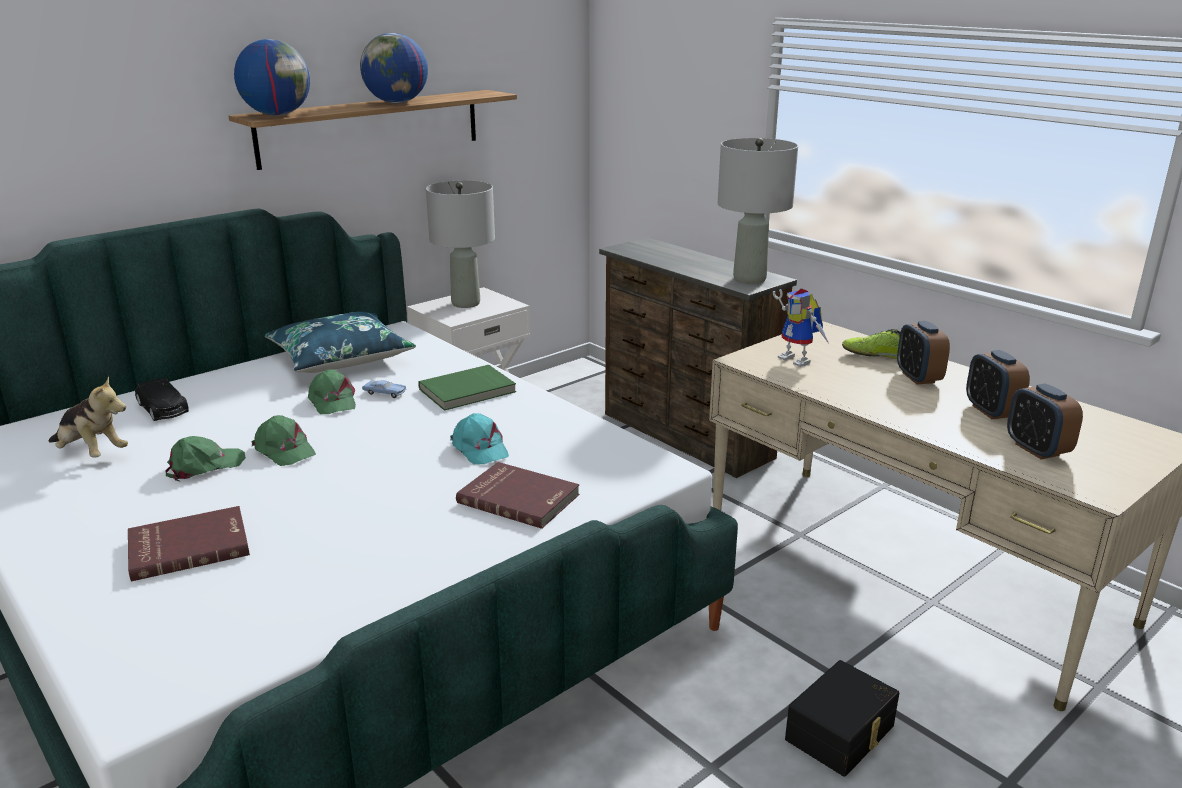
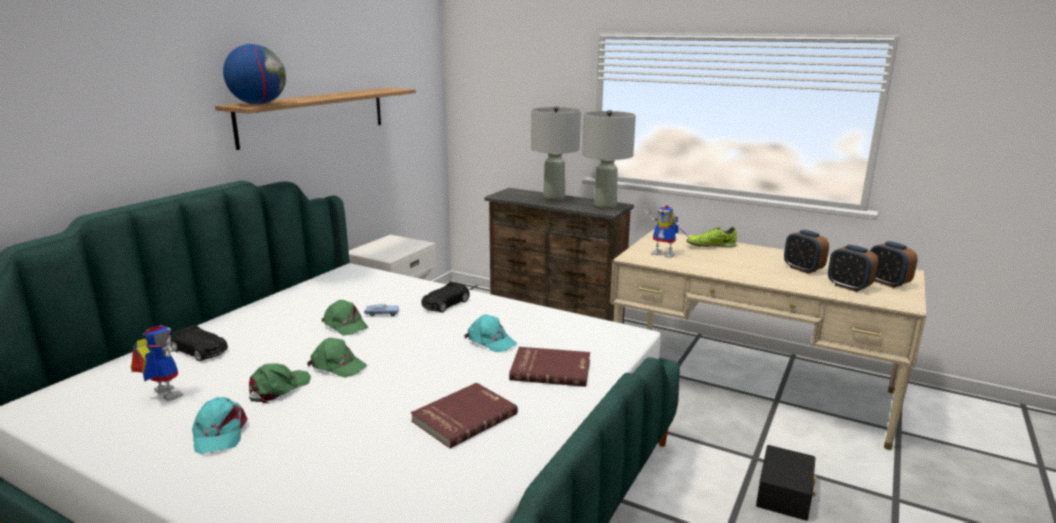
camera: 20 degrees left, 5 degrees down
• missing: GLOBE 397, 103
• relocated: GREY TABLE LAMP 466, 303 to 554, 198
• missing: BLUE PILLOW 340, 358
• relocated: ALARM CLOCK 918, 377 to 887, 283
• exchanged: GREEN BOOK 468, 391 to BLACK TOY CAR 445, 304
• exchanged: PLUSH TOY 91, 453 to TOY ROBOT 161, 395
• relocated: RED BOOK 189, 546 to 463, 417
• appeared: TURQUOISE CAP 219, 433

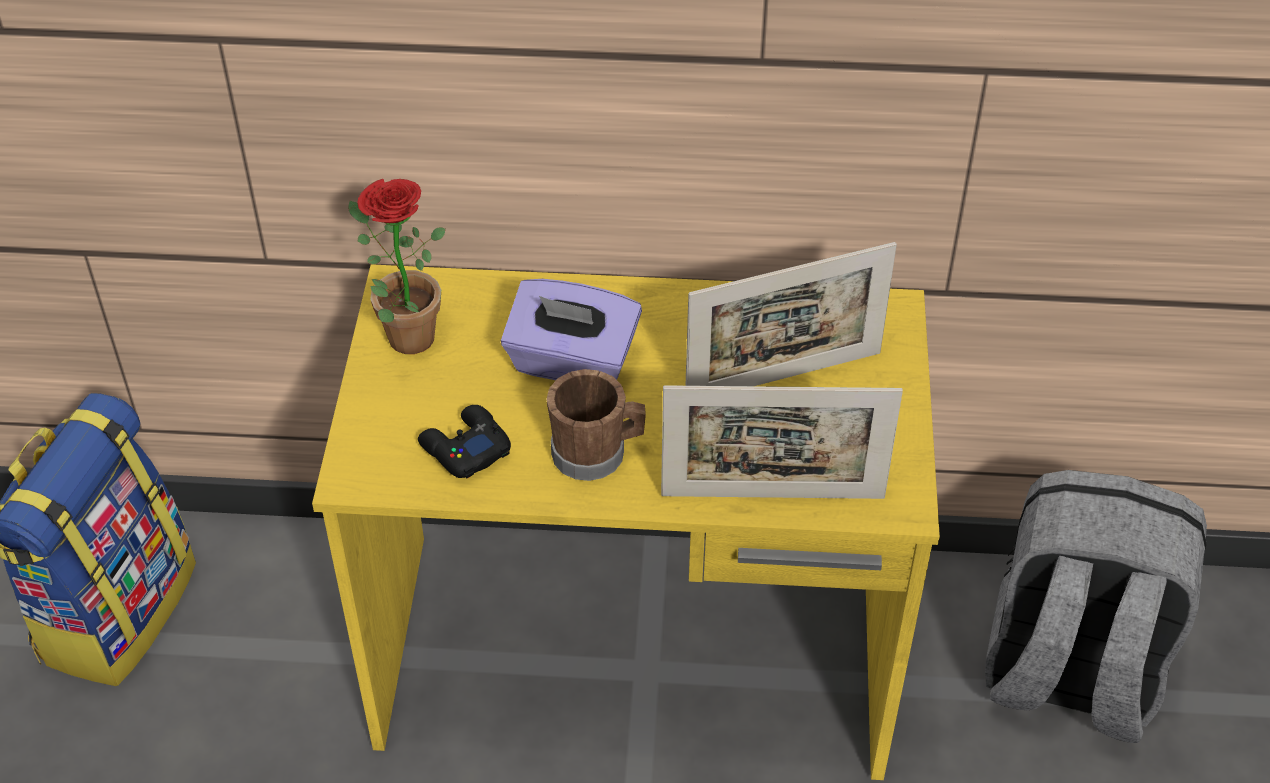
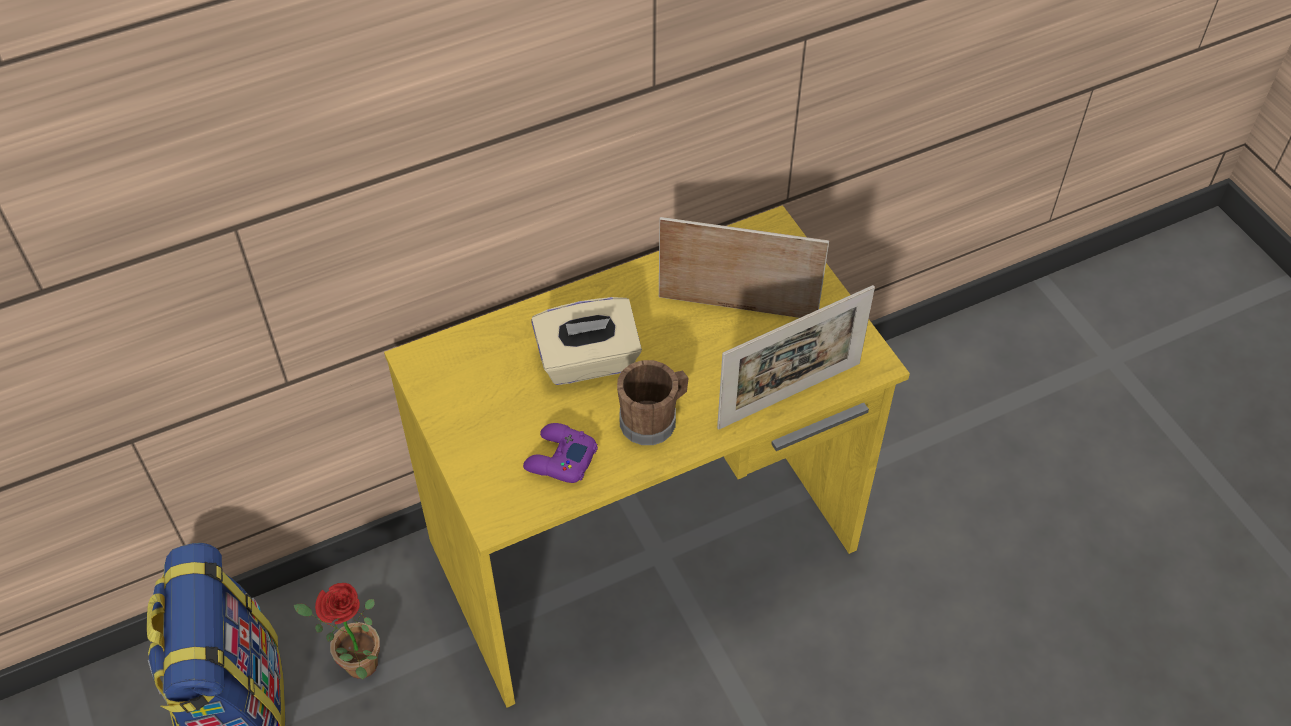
camera: 30 degrees left, 5 degrees up
• relocated: POTTED PLANT 402, 334 to 354, 663
• spun: PICTURE FRAME 783, 377 = 737, 307 120 degrees counterclockwise
• colour: PURPLE TISSUE BOX 572, 363 to BEIGE TISSUE BOX 588, 362
• colour: BLACK GAME CONTROLLER 464, 448 to PURPLE GAME CONTROLLER 559, 459
• missing: GREY BACKPACK 1068, 674

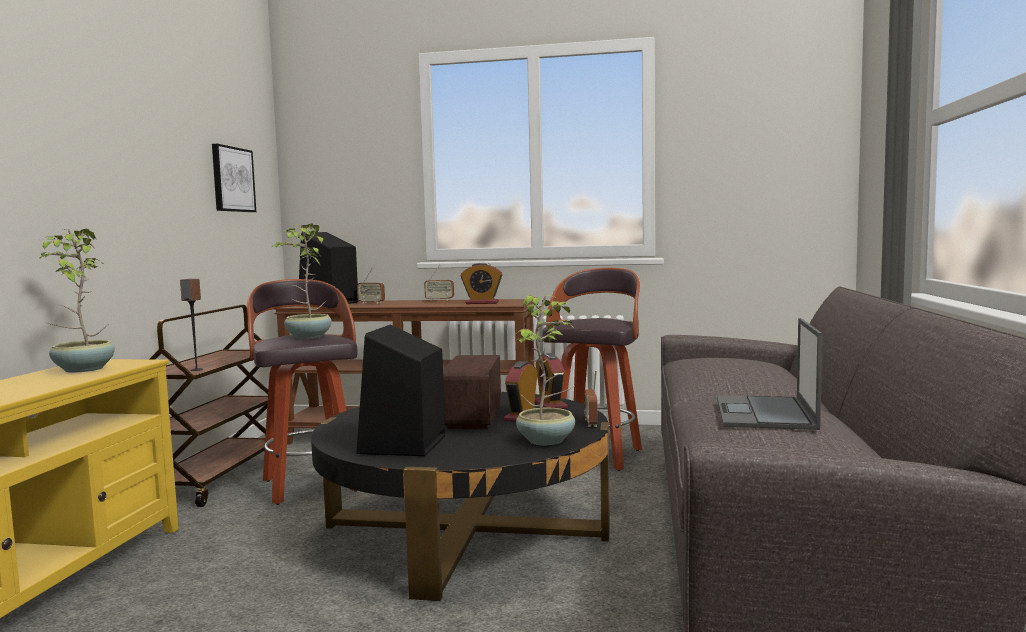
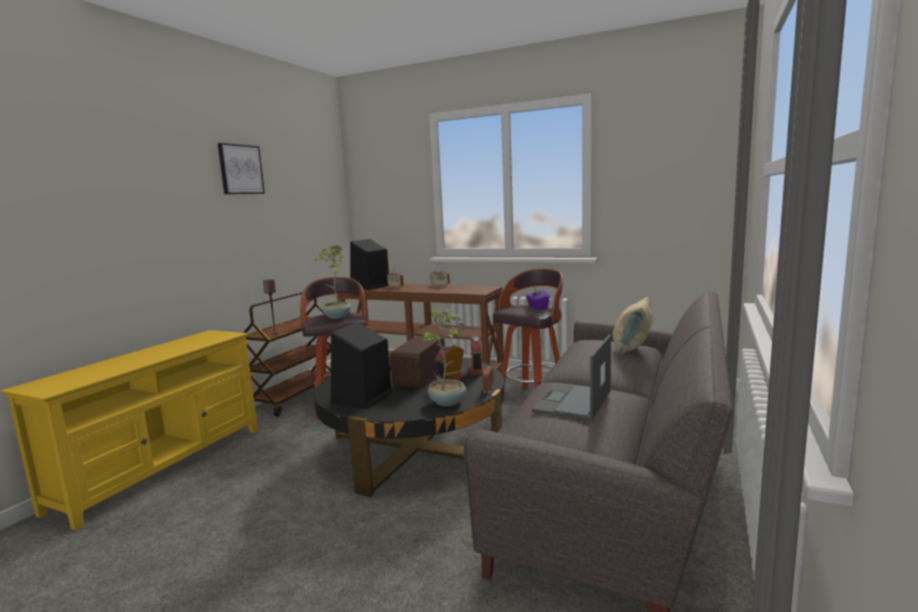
camera: 15 degrees right, 5 degrees up
• relocated: PICTURE 232, 179 to 240, 169
• missing: POTTED PLANT 82, 370
• missing: ALARM CLOCK 482, 303
• appeared: PURPLE TISSUE BOX 537, 307
• appeared: BEIGE PILLOW 632, 349

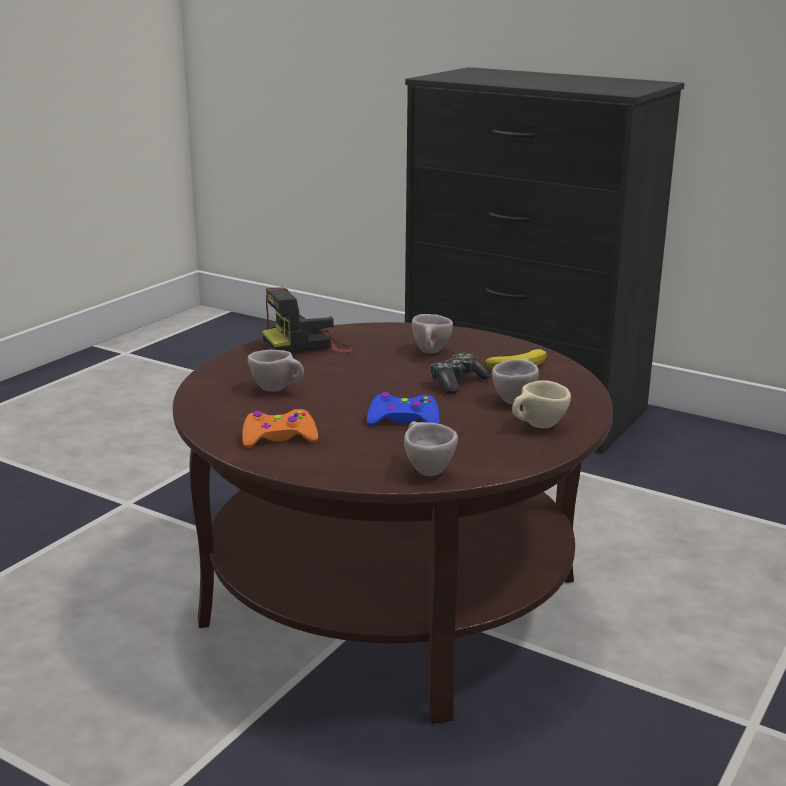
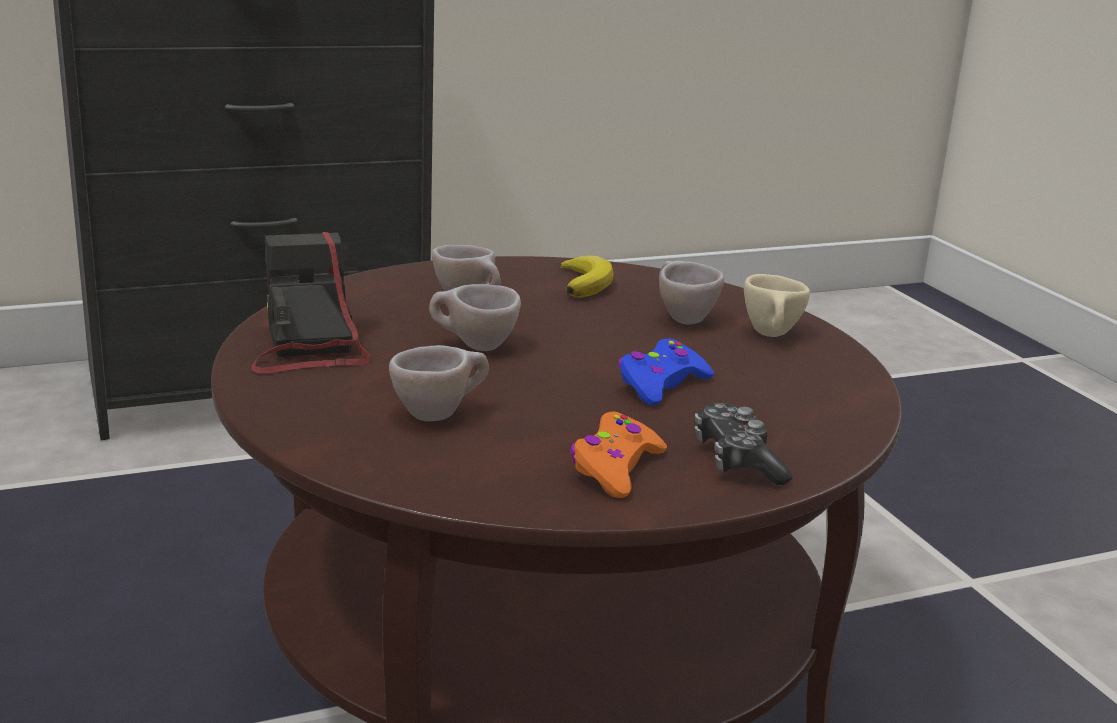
camera: 55 degrees left, 0 degrees up
• spun: PHOTO CAMERA 308, 345 = 308, 346 150 degrees clockwise
• relocated: GAME CONTROLLER 457, 382 to 737, 461
• relocated: BEIGE CUP 424, 469 to 473, 346

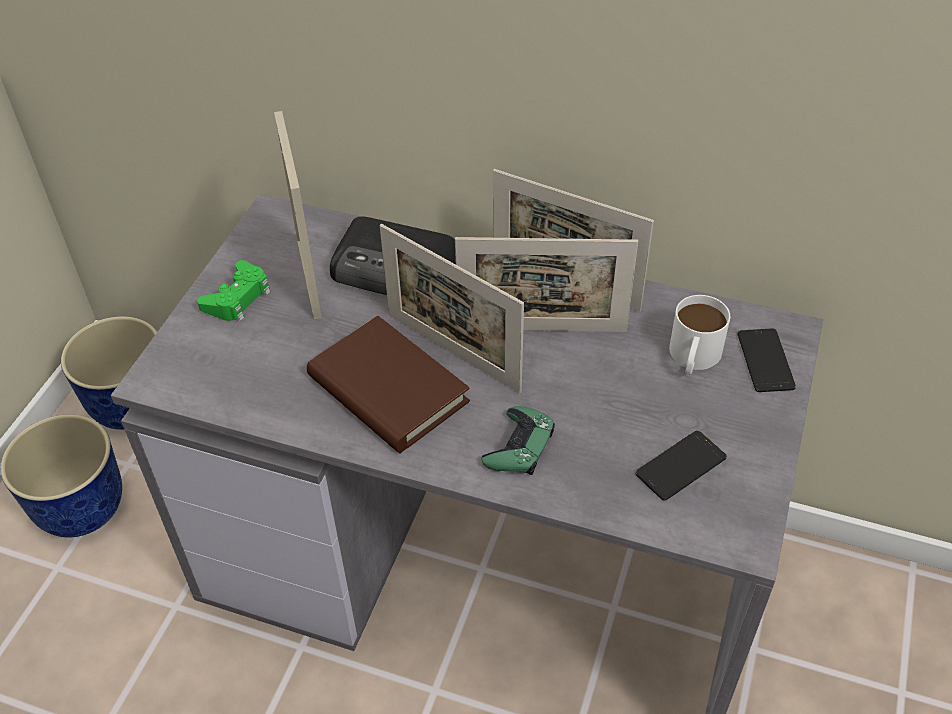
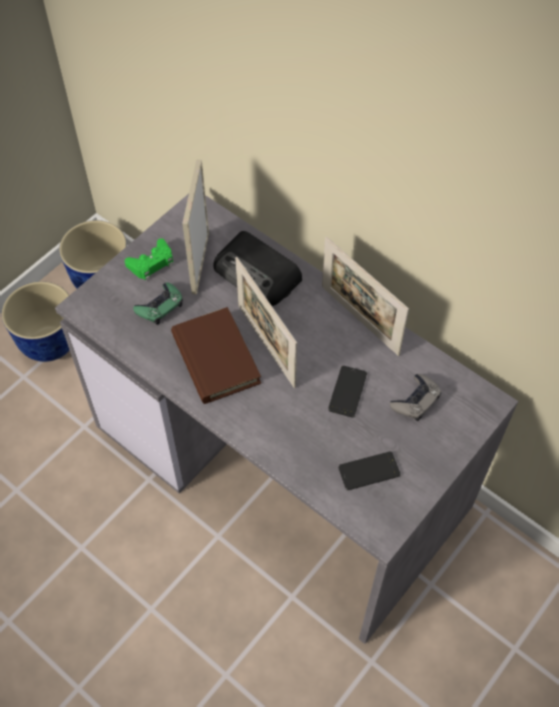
camera: 20 degrees right, 10 degrees up
• missing: PICTURE FRAME 542, 329
• exchanged: WHITE MUG 693, 358 to GREY GAME CONTROLLER 415, 400
• relocated: PHONE 765, 361 to 347, 391
• relocated: GREEN GAME CONTROLLER 519, 447 to 160, 306

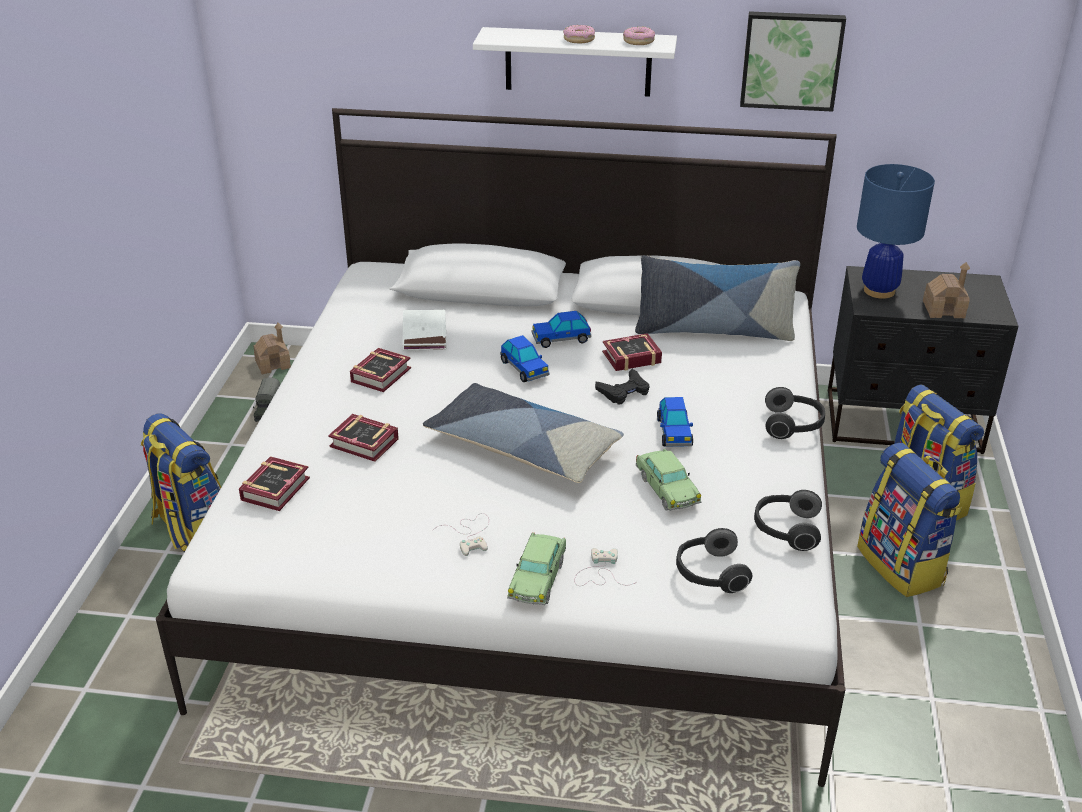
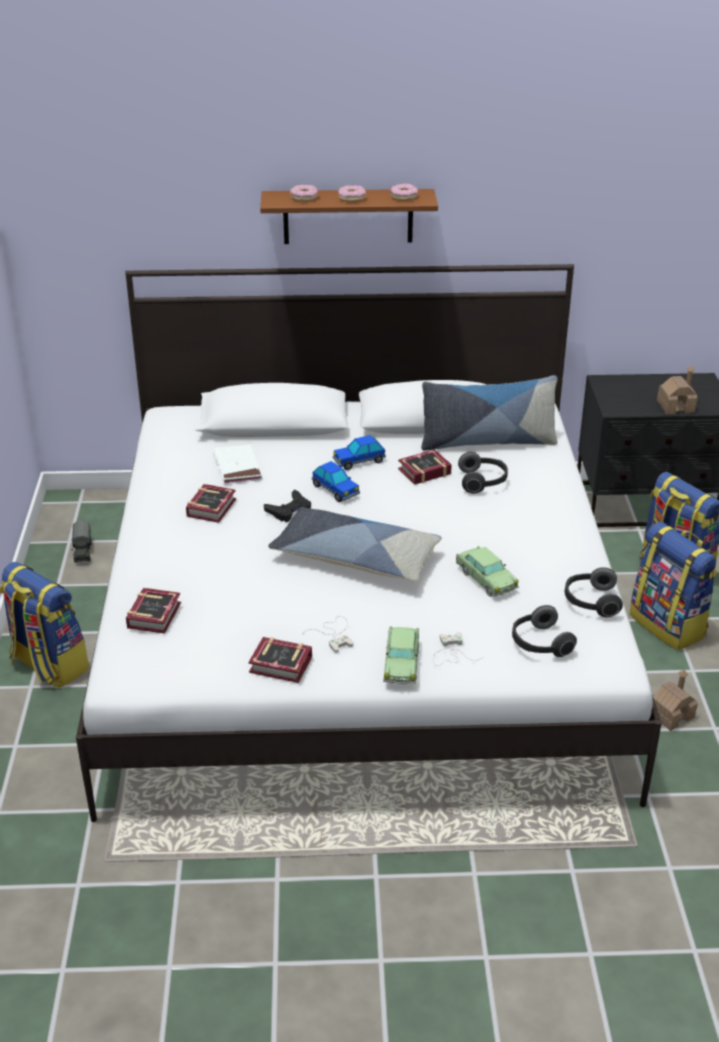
camera: 10 degrees left, 0 degrees up
• missing: PICTURE 791, 60
• colour: WHITE SHELF 578, 62 to BROWN SHELF 348, 216
• missing: BLUE TABLE LAMP 879, 291
• relocated: TOY HOUSE 273, 364 to 670, 714
• relocated: BLACK GAME CONTROLLER 624, 391 to 289, 510
• relocated: HEADPHONES 793, 425 to 483, 482
• missing: TOY CAR 674, 432
• relocated: BOOK 365, 444 to 282, 666
• appeared: DONUT 304, 197

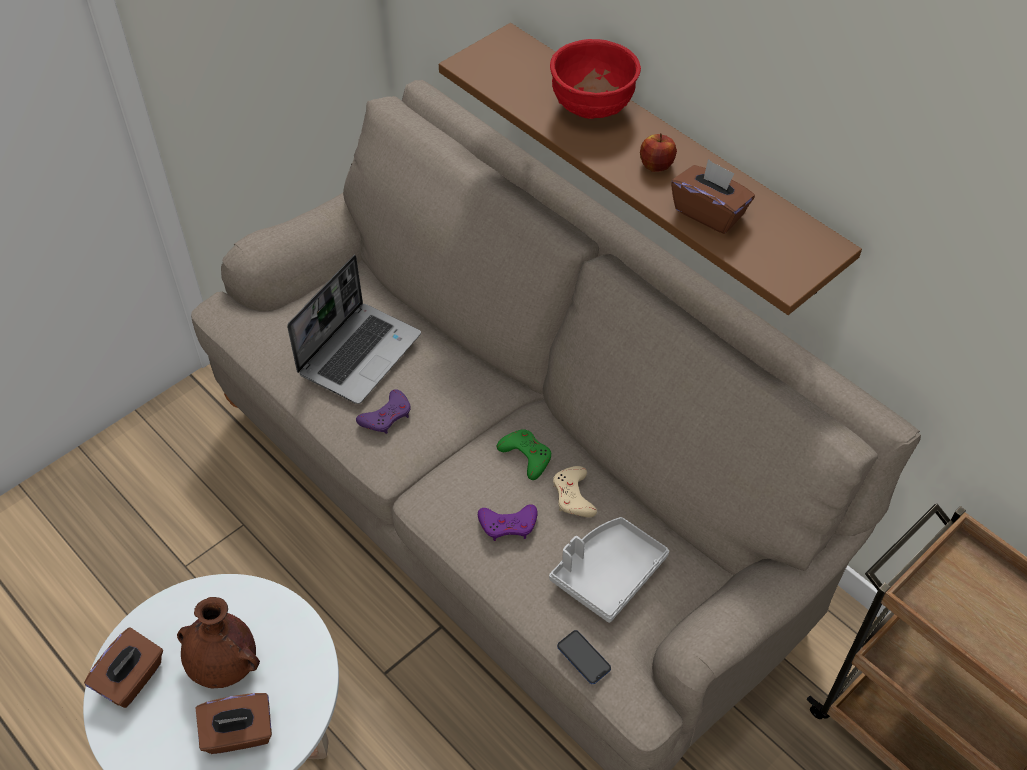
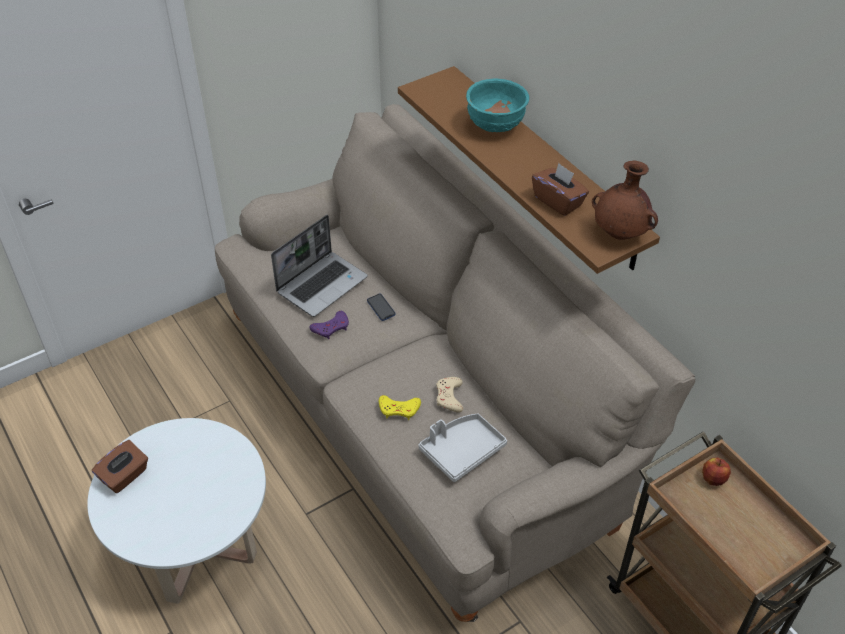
camera: 10 degrees right, 5 degrees down
• colour: RED BOWL 593, 108 to TURQUOISE BOWL 496, 126
• relocated: APPLE 655, 166 to 713, 479
• missing: GREEN GAME CONTROLLER 526, 456
• colour: PURPLE GAME CONTROLLER 508, 525 to YELLOW GAME CONTROLLER 399, 409
• relocated: BROWN VASE 226, 666 to 620, 234
• relocated: PHONE 583, 658 to 381, 308
• missing: BROWN TISSUE BOX 239, 734

